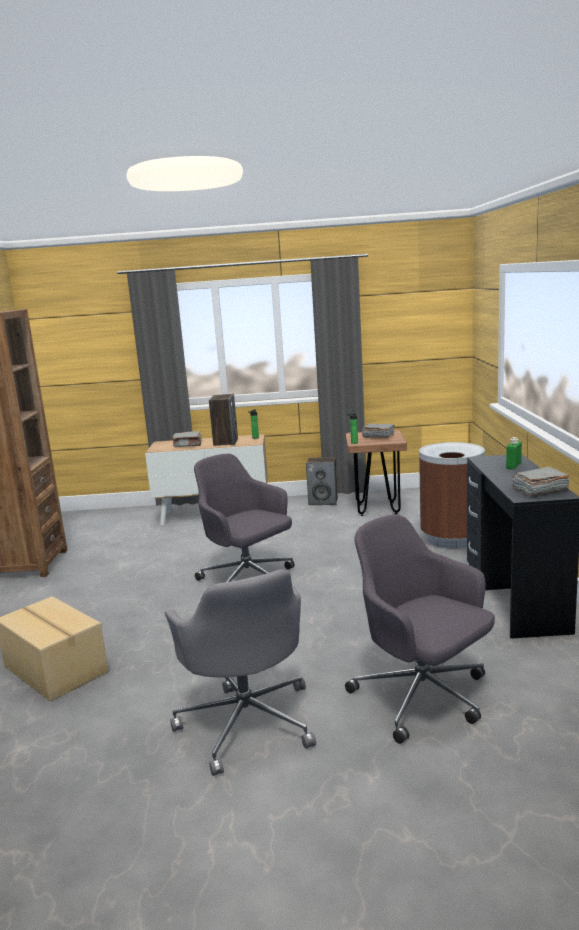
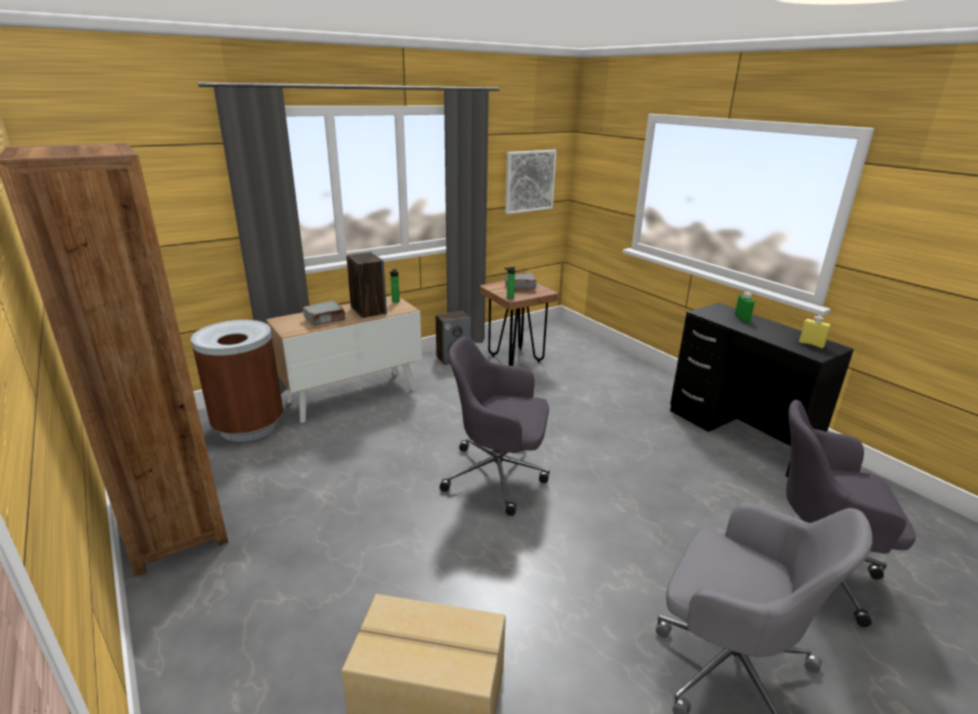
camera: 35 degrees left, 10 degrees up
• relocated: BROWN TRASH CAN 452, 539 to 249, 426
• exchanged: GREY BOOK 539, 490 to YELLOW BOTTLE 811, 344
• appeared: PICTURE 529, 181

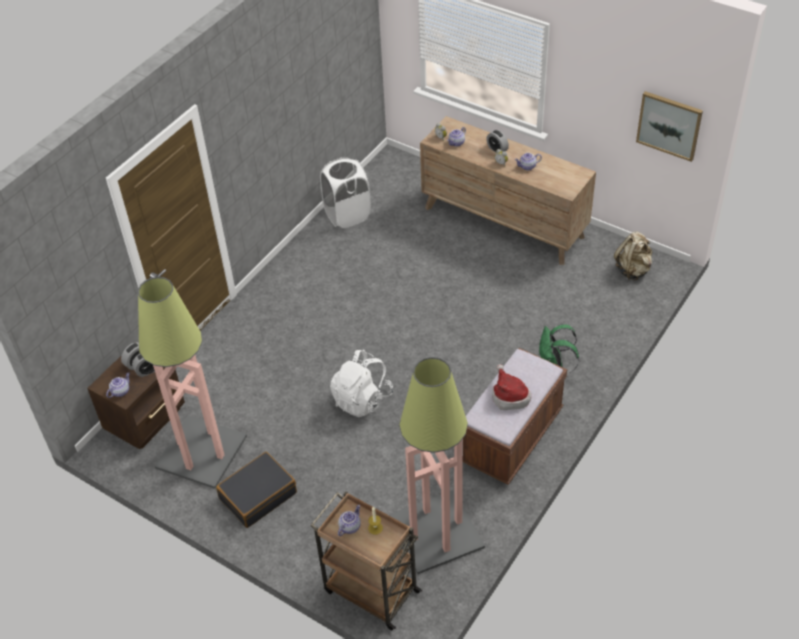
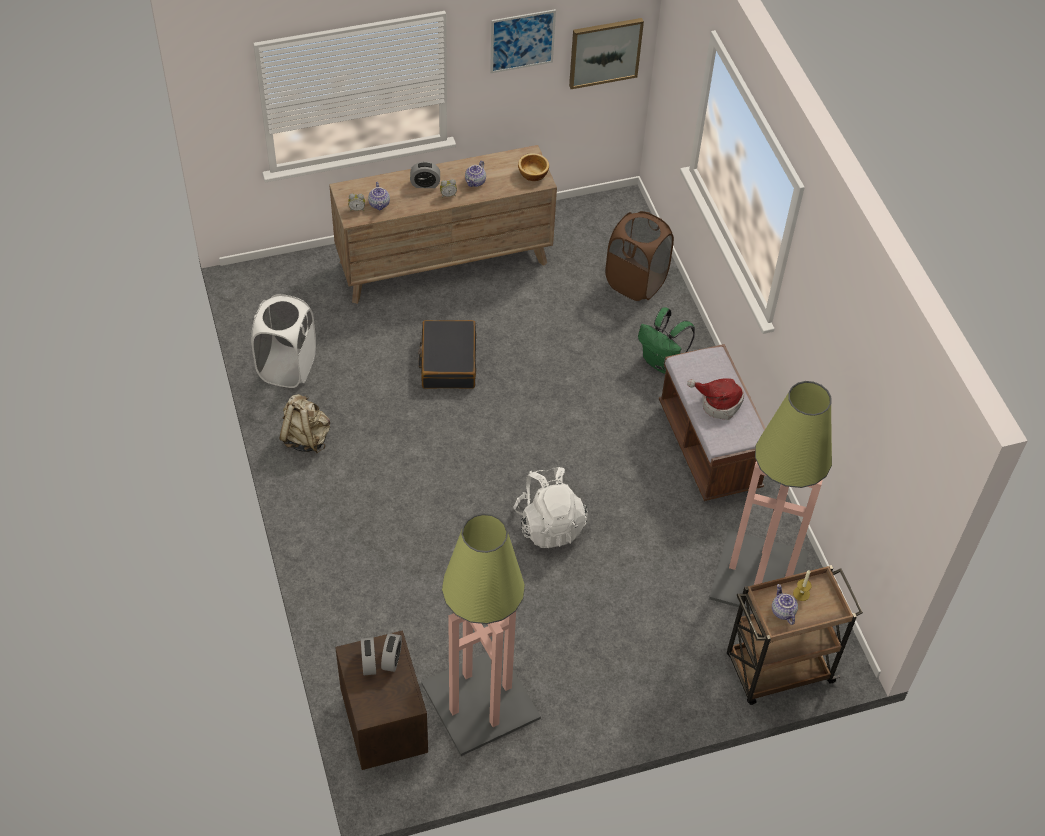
camera: 55 degrees left, 5 degrees up
• relocated: BEIGE BACKPACK 633, 269 to 306, 438
• missing: TEAPOT 120, 391
• relocated: BLACK SUITCASE 258, 495 to 448, 362
• appeared: PICTURE 522, 41
• appeared: BOWL 532, 173
• appeared: BROWN LAUNDRY BASKET 636, 282

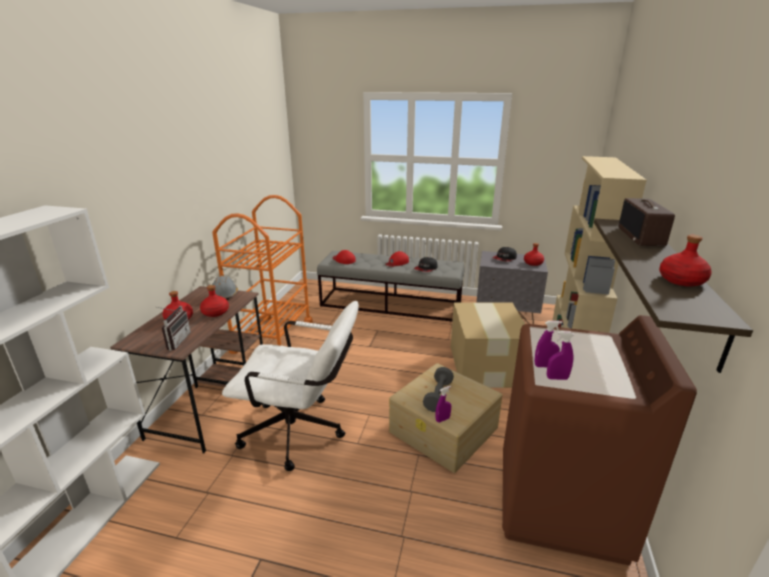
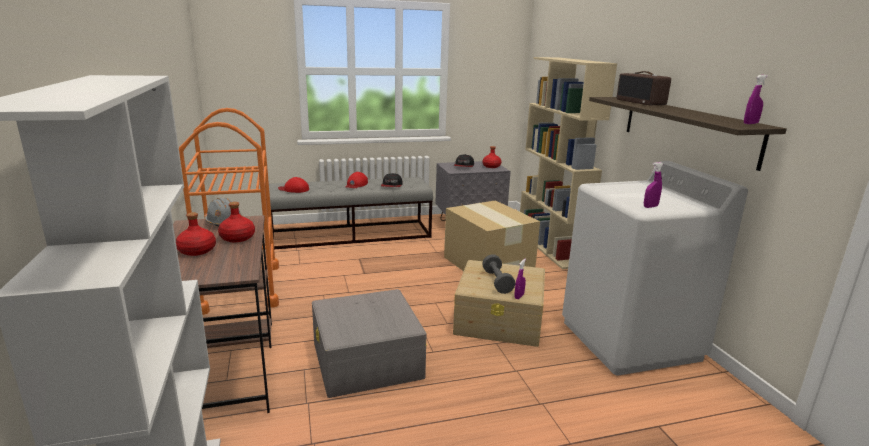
camera: 30 degrees left, 5 degrees down
• missing: RED BOTTLE 682, 280
• exchanged: WHITE OFFICE CHAIR 301, 432 to GREY STORAGE BOX 367, 360
• missing: RADIO 175, 341
• colour: BROWN WASHING MACHINE 560, 503 to WHITE WASHING MACHINE 630, 340
• relocated: PURPLE SPRAY BOTTLE 544, 366 to 750, 123

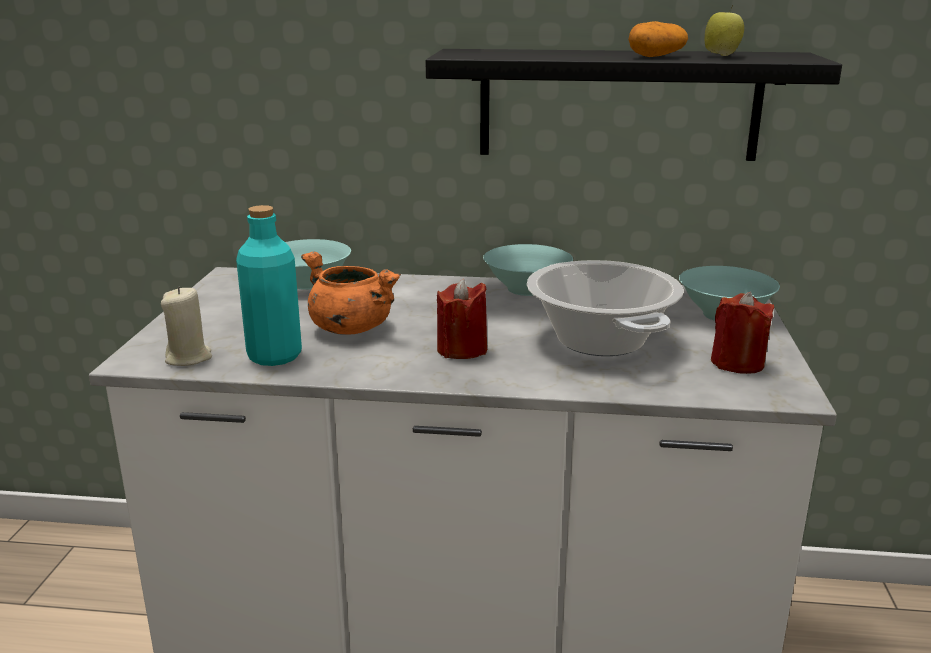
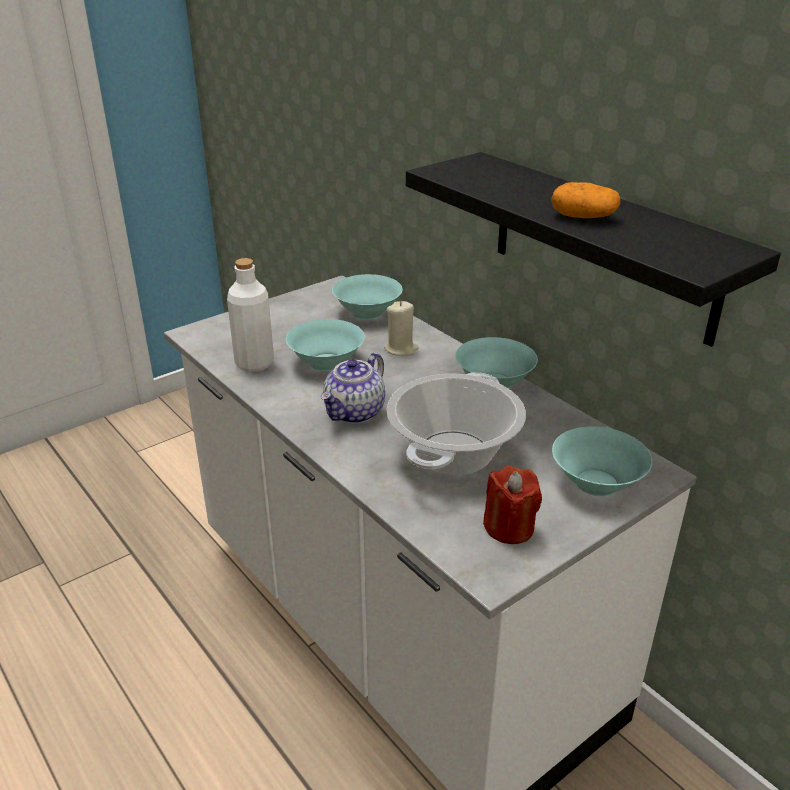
camera: 45 degrees right, 10 degrees up
• missing: APPLE 721, 56
• colour: TURQUOISE BOTTLE 274, 356 to WHITE BOTTLE 254, 363
• exchanged: ORANGE COOKING POT 350, 328 to TURQUOISE BOWL 325, 362
• exchanged: RED CANDLE 462, 350 to TEAPOT 355, 413
• relocated: BEIGE CANDLE 189, 358 to 401, 349

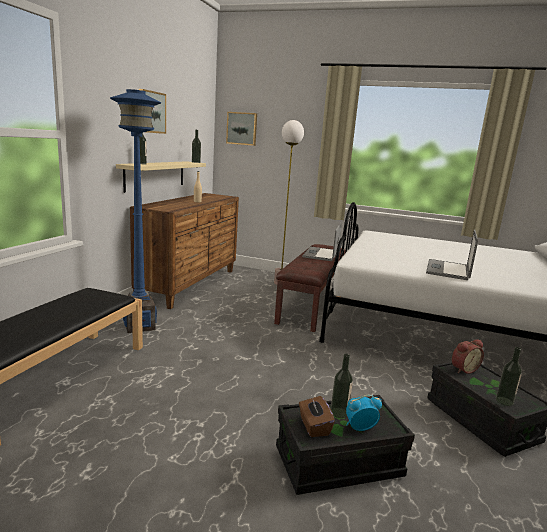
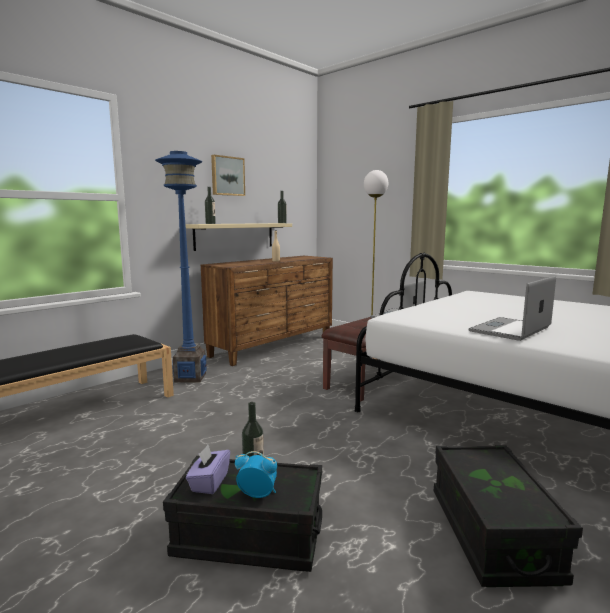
camera: 25 degrees right, 5 degrees down
• missing: PICTURE 242, 128
• missing: ALARM CLOCK 463, 369
• missing: BOTTLE 504, 401
• colour: BROWN TISSUE BOX 314, 426 to PURPLE TISSUE BOX 209, 482

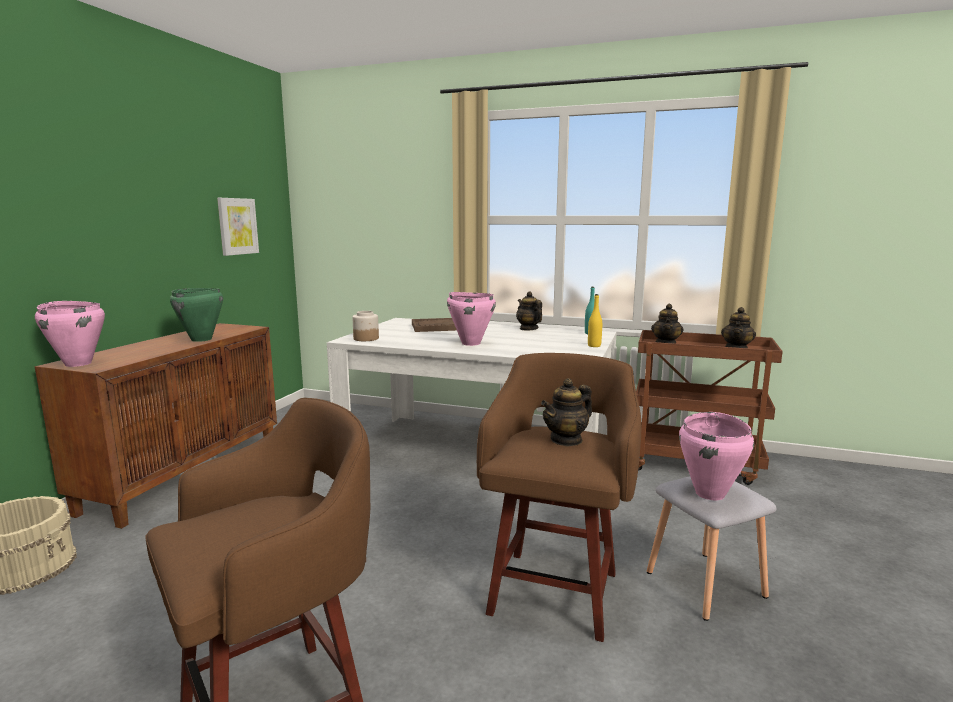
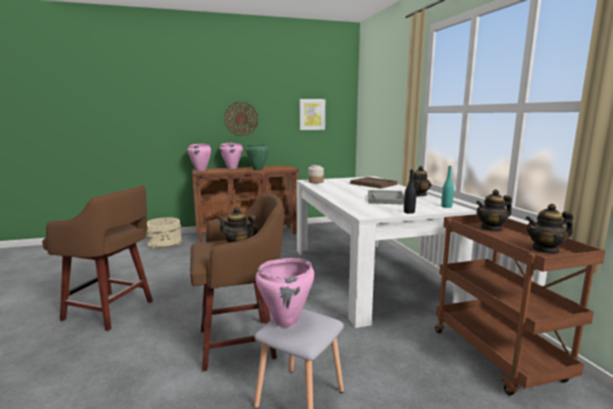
camera: 55 degrees right, 0 degrees up
• relocated: PINK COOKING POT 470, 343 to 232, 168
• colour: YELLOW BOTTLE 594, 346 to BLACK BOTTLE 409, 212
• appeared: WALL CLOCK 241, 119
• appeared: GREY TRAY 385, 199

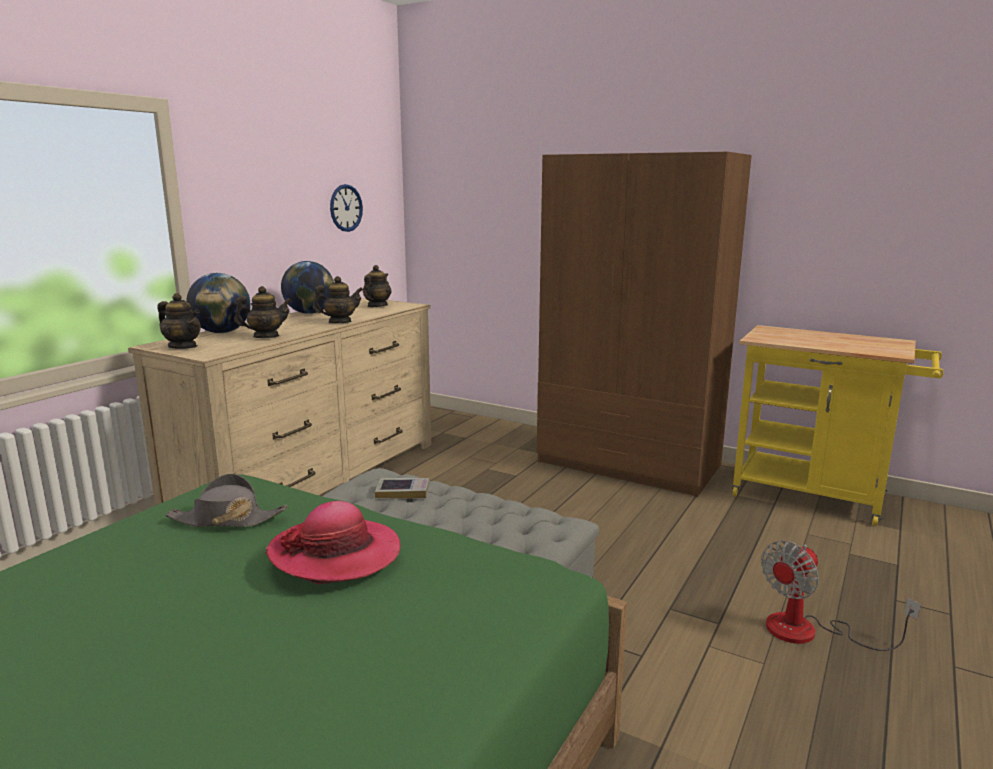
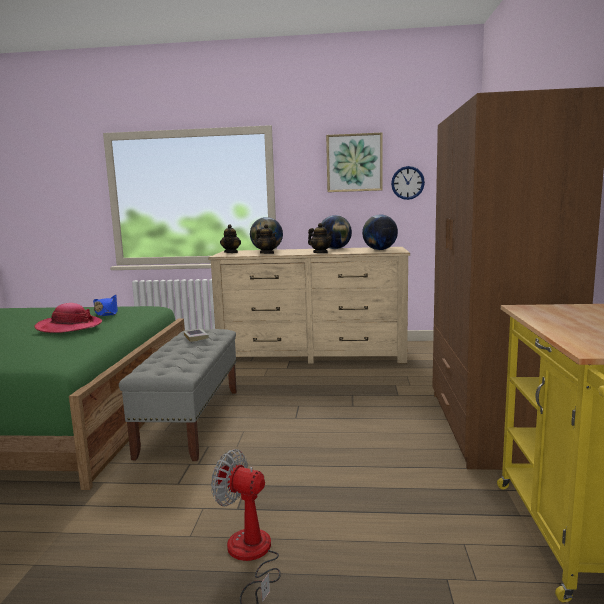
camera: 65 degrees right, 5 degrees down
• exchanged: TEAPOT 377, 306 to GLOBE 379, 250
• colour: GREY HAT 227, 519 to BLUE HAT 106, 313
• appeared: PICTURE 354, 163

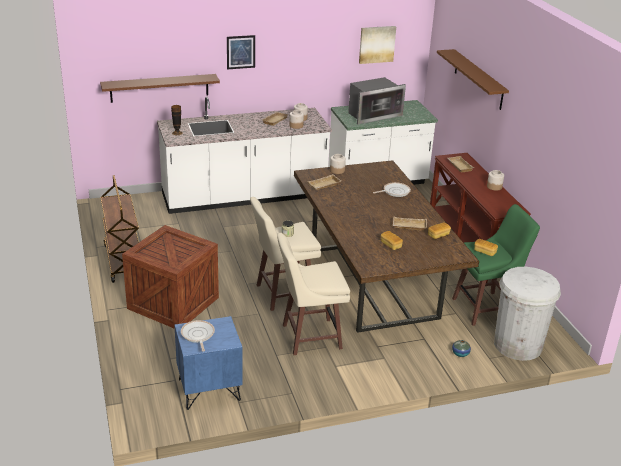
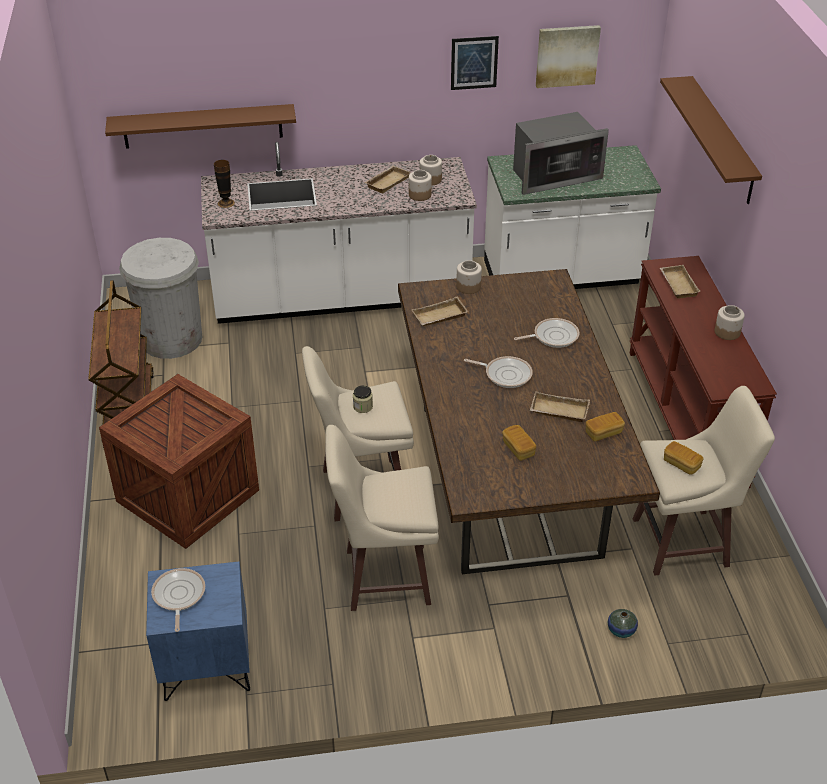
camera: 10 degrees right, 10 degrees up
• relocated: PICTURE 240, 52 to 474, 63
• colour: GREEN STOOL 485, 308 to BEIGE STOOL 683, 542
• relocated: WHITE TRASH CAN 517, 345 to 171, 339
• appeared: FRYING PAN 505, 374

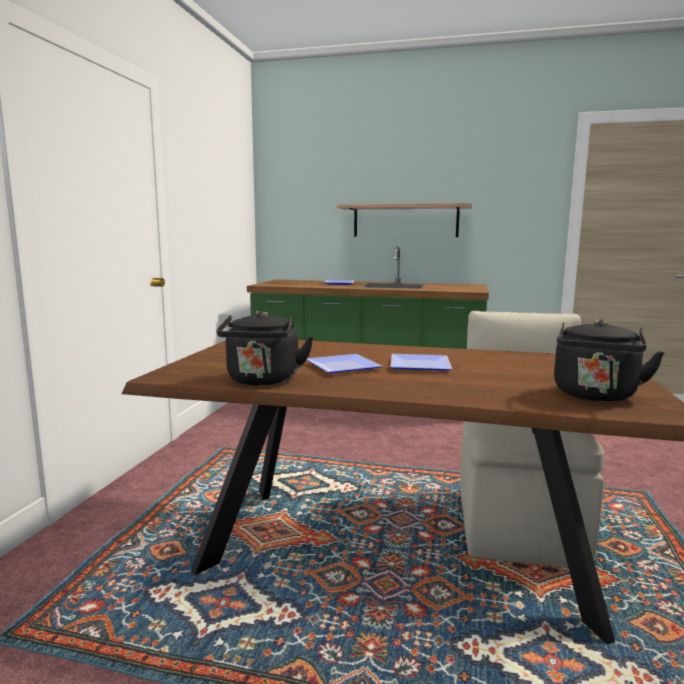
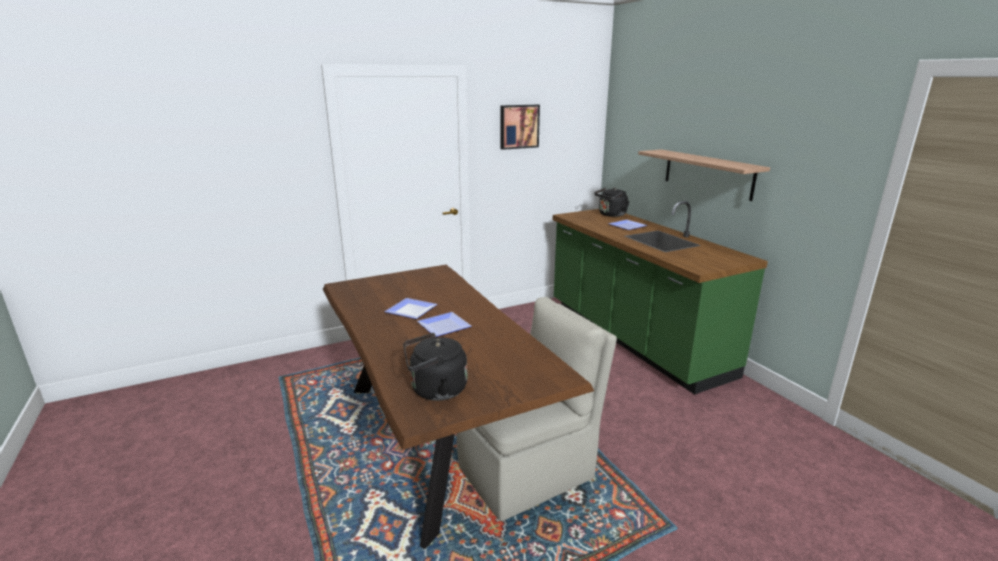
camera: 50 degrees right, 10 degrees up
• relocated: BLACK KETTLE 263, 381 to 611, 215
• appeared: PICTURE 518, 126

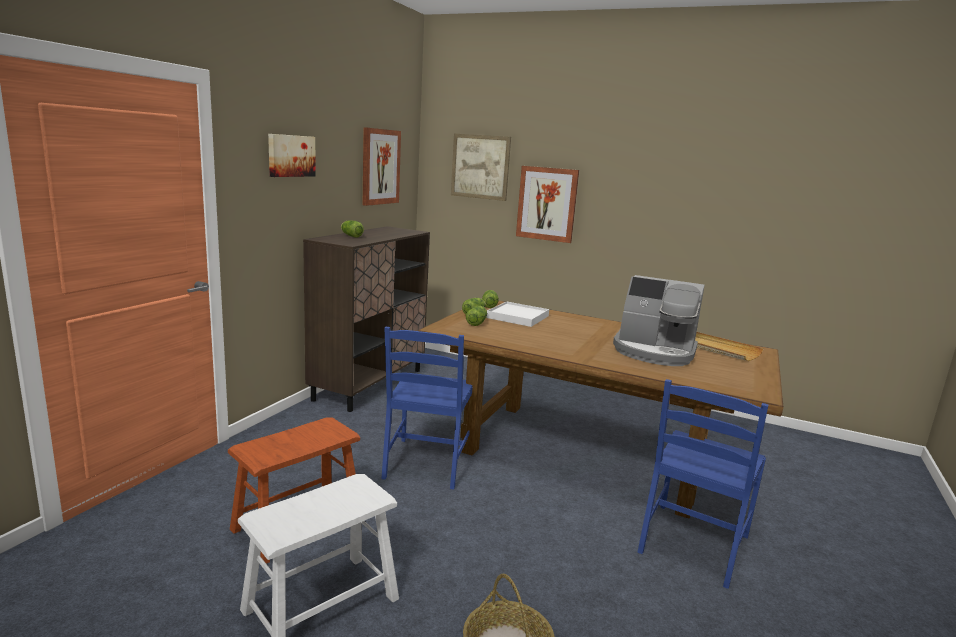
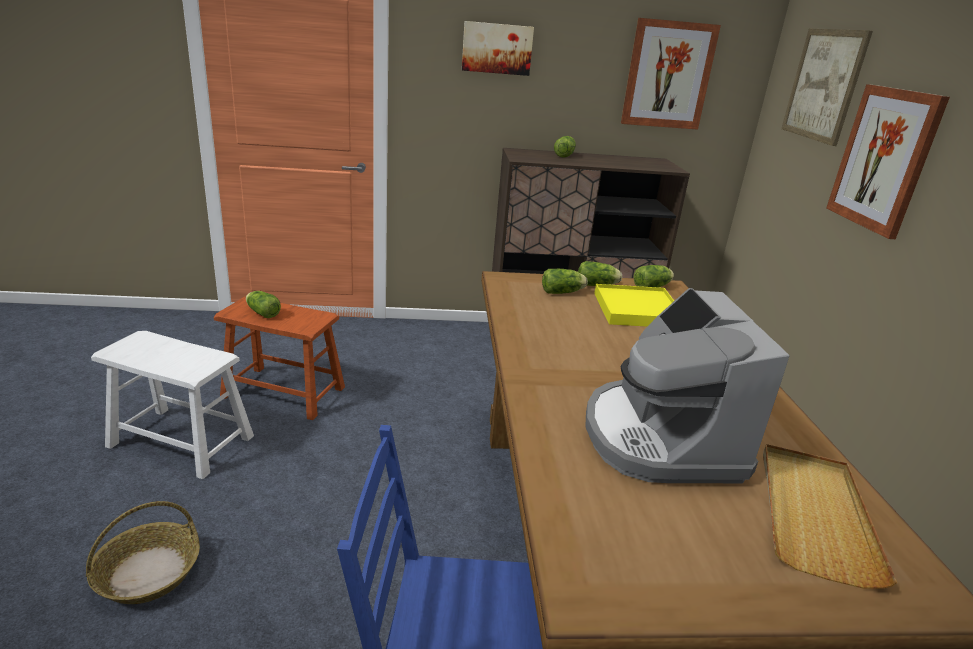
camera: 60 degrees right, 10 degrees up
• colour: WHITE TRAY 517, 317 to YELLOW TRAY 637, 310
• missing: BLUE CHAIR 427, 463
• appeared: LETTUCE 262, 312

